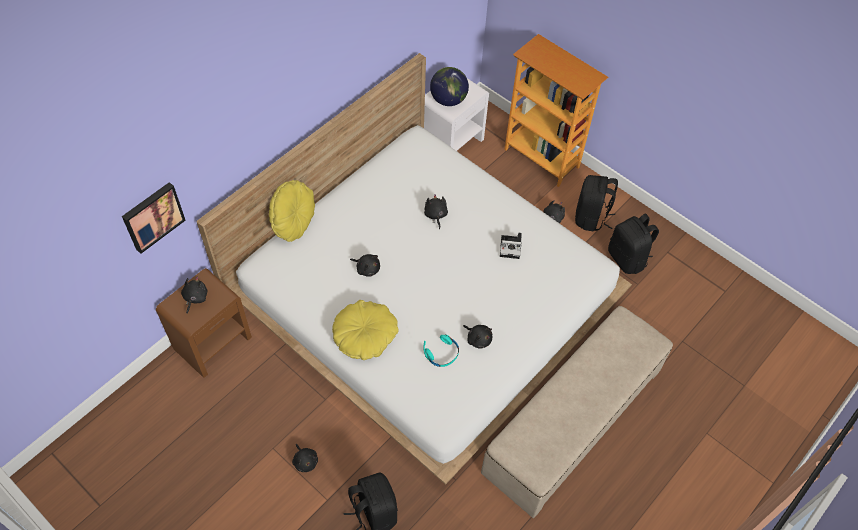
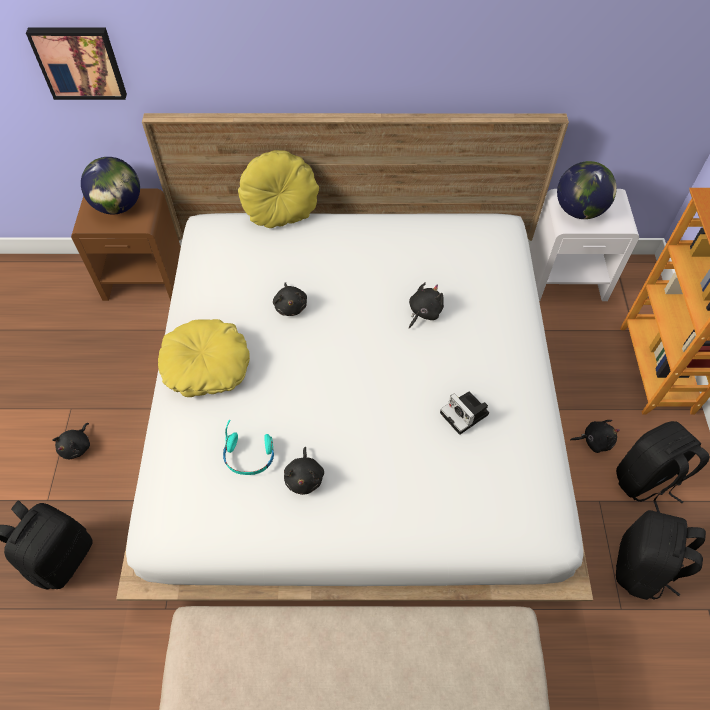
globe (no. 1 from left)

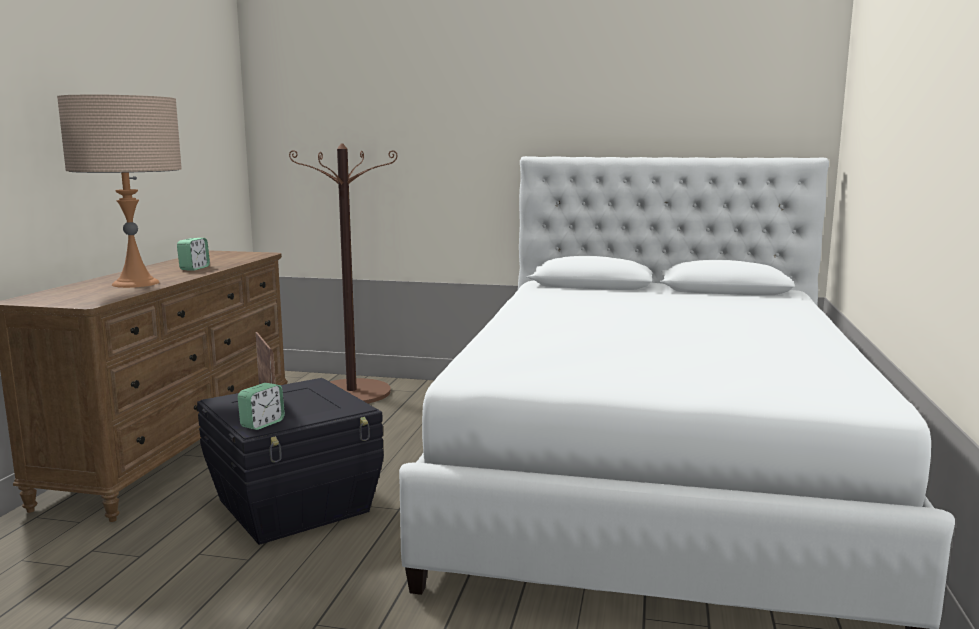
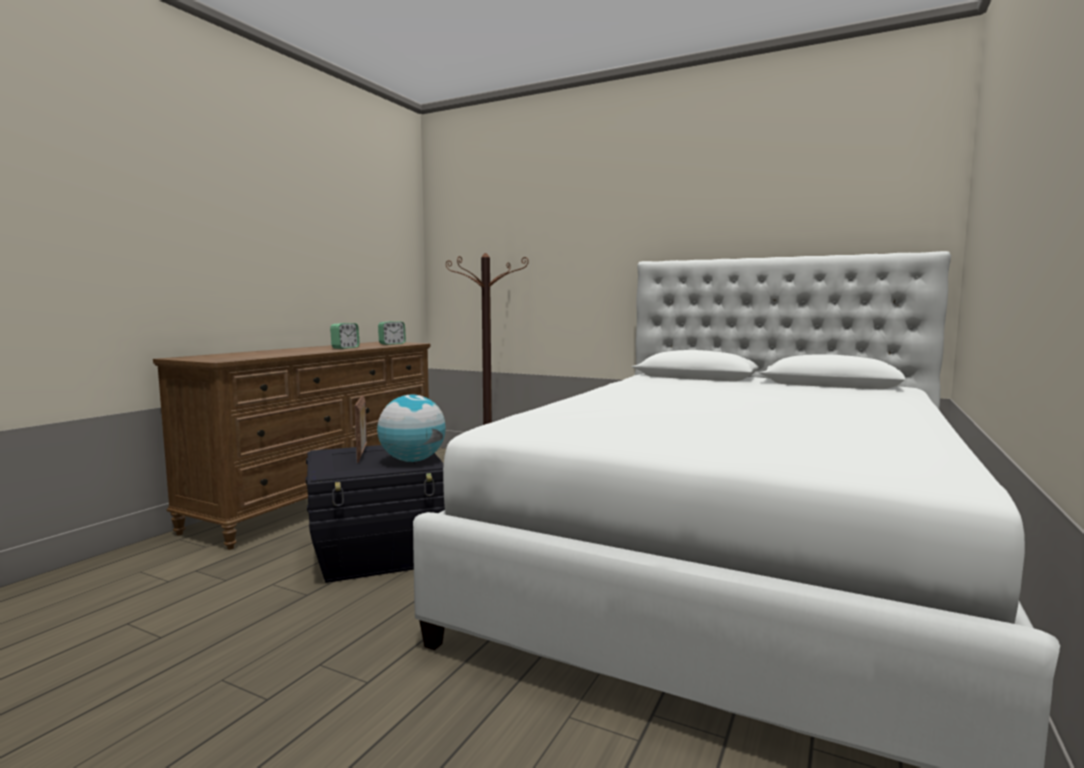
beige table lamp; alarm clock (no. 2 from left); globe

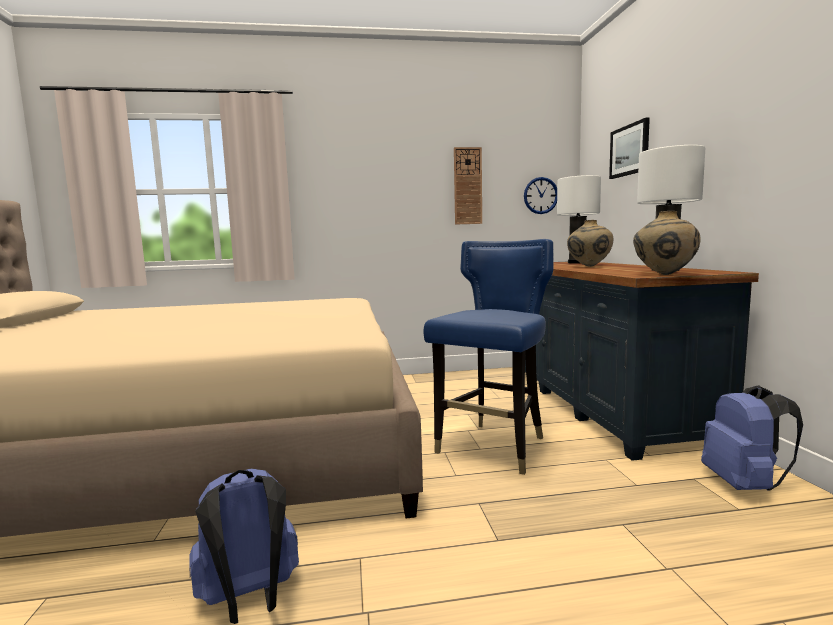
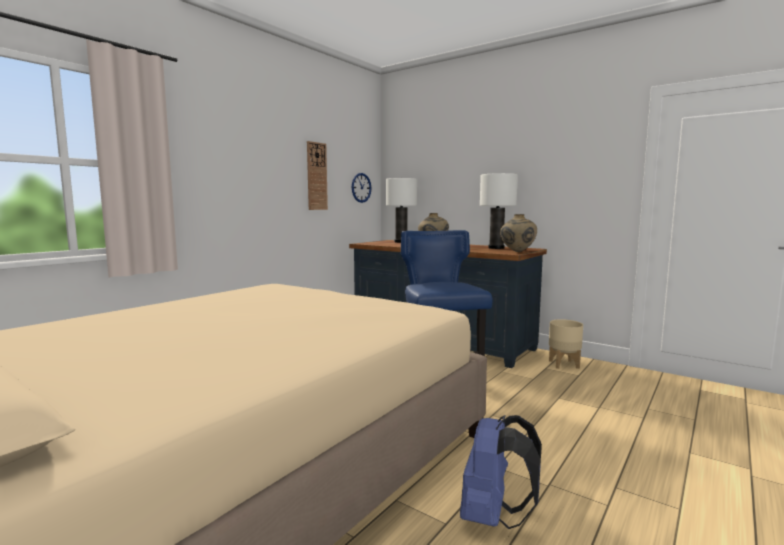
picture; beige planter

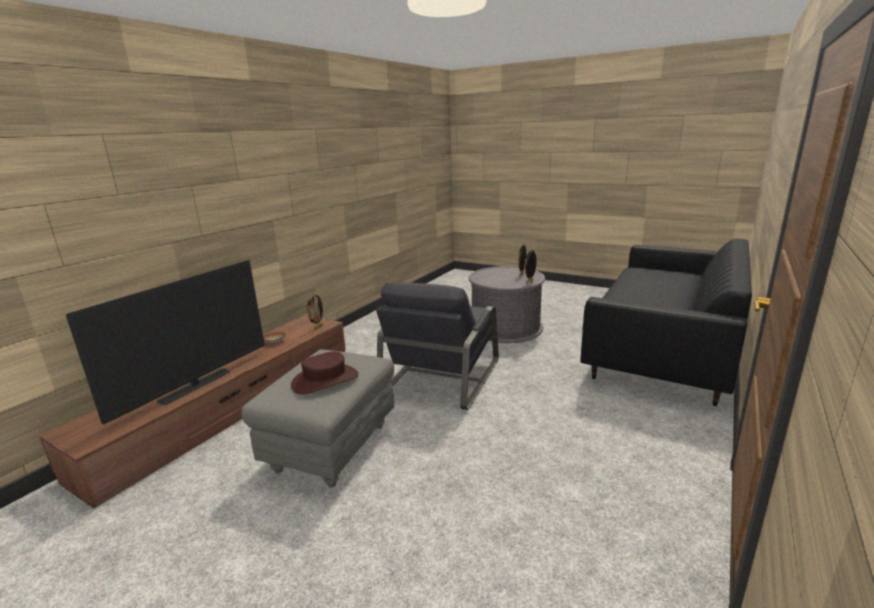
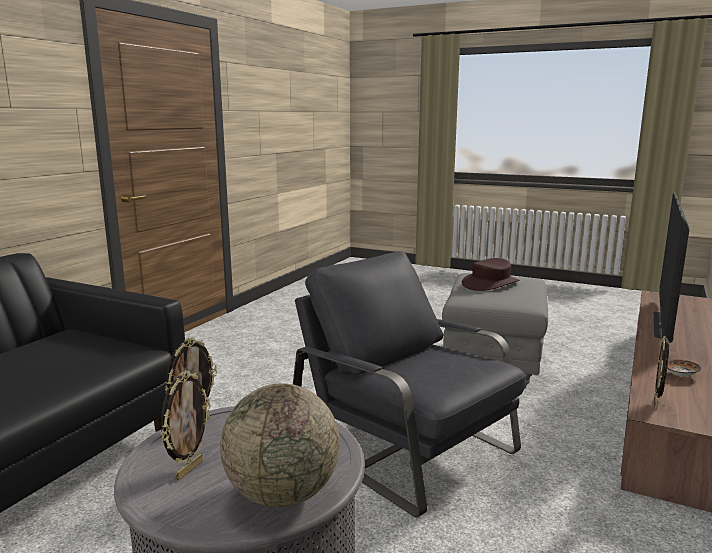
grey armchair; globe

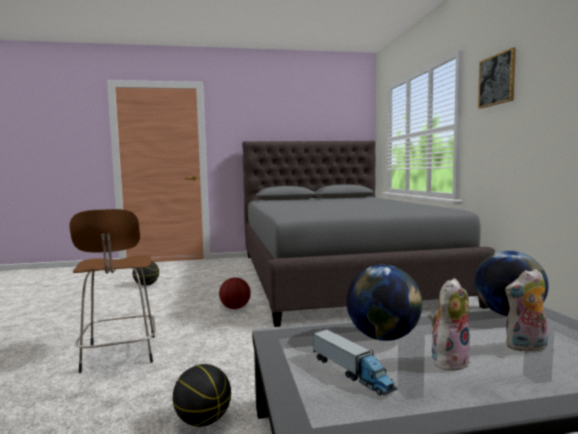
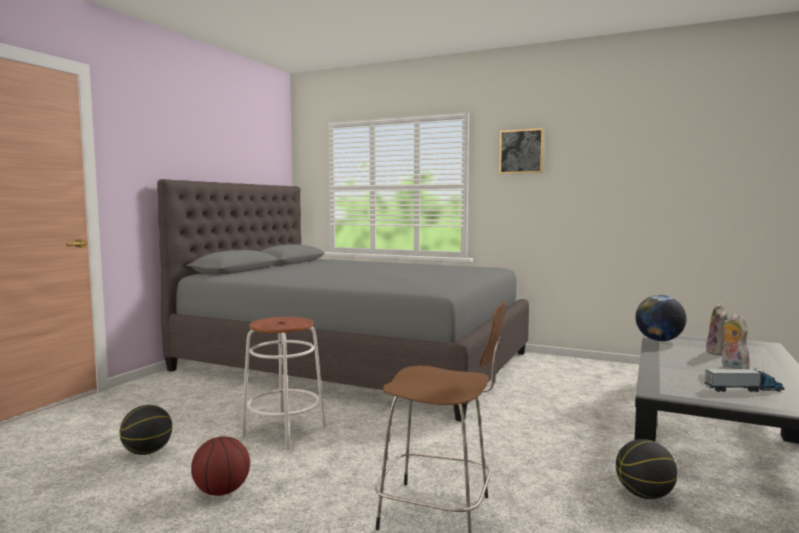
basketball (no. 2 from left); globe (no. 1 from left in the first image); white stool

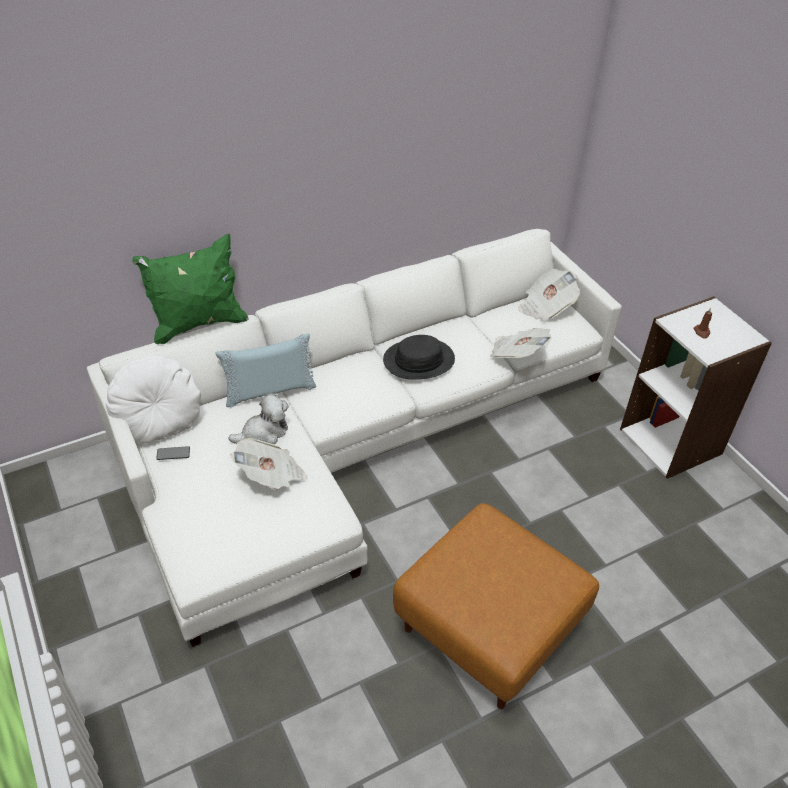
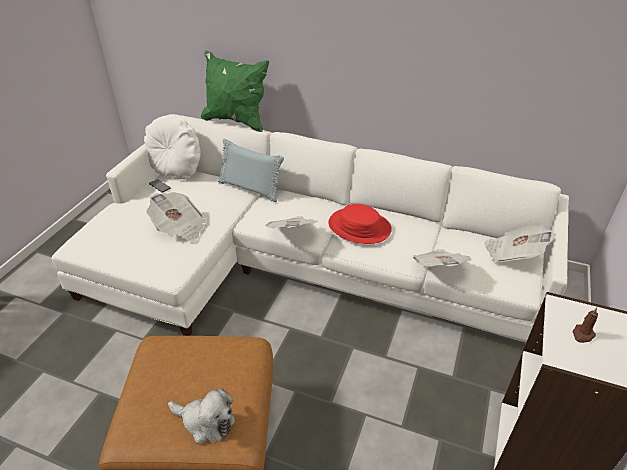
plush toy; red hat; newspaper (no. 2 from left)

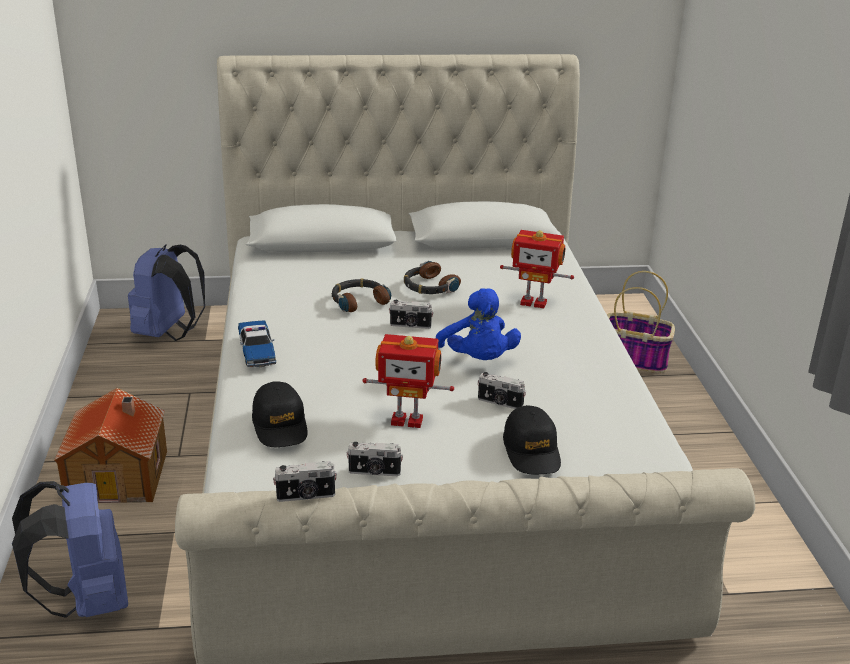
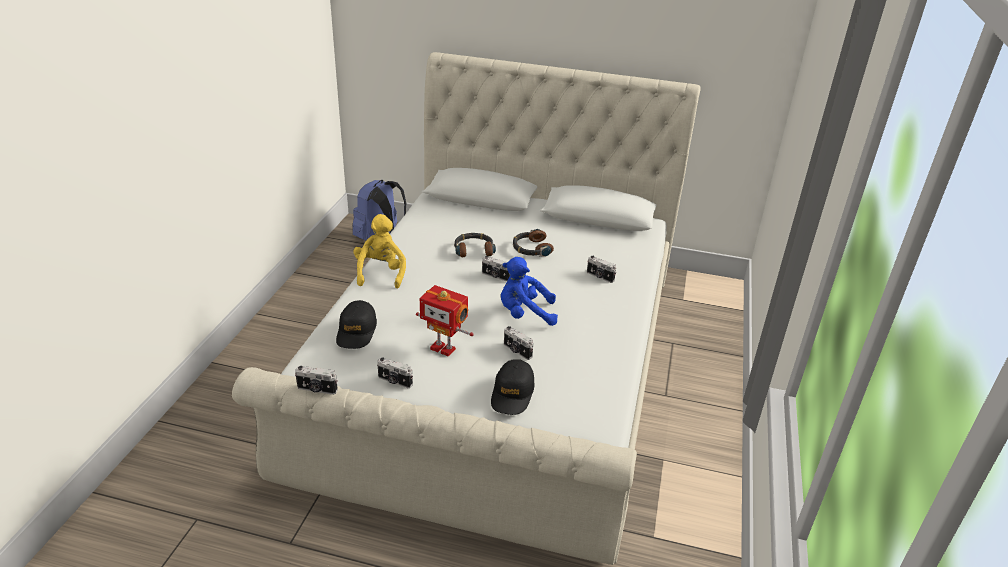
blue backpack (no. 1 from left in the first image); toy house; yellow plush toy; blue plush toy; photo camera (no. 5 from left); basket

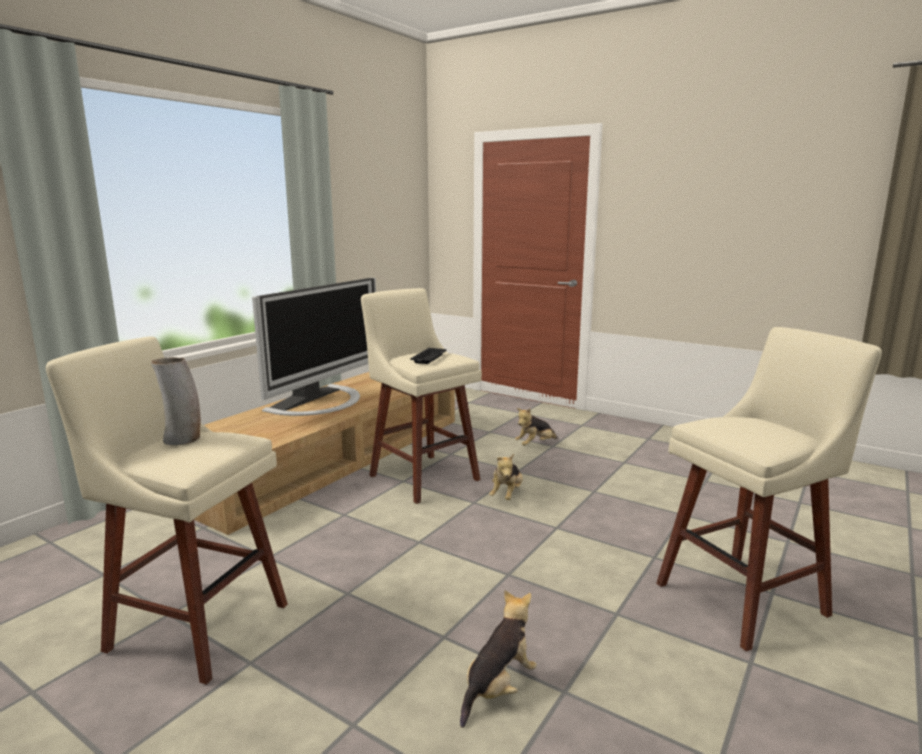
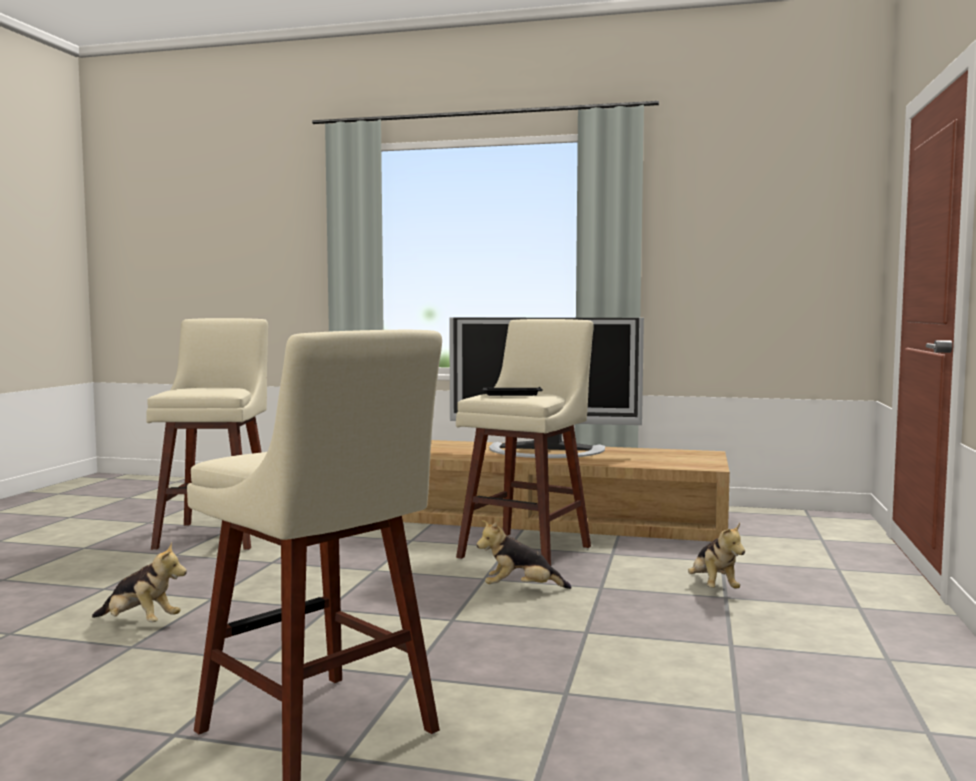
vase; plush toy (no. 3 from left)

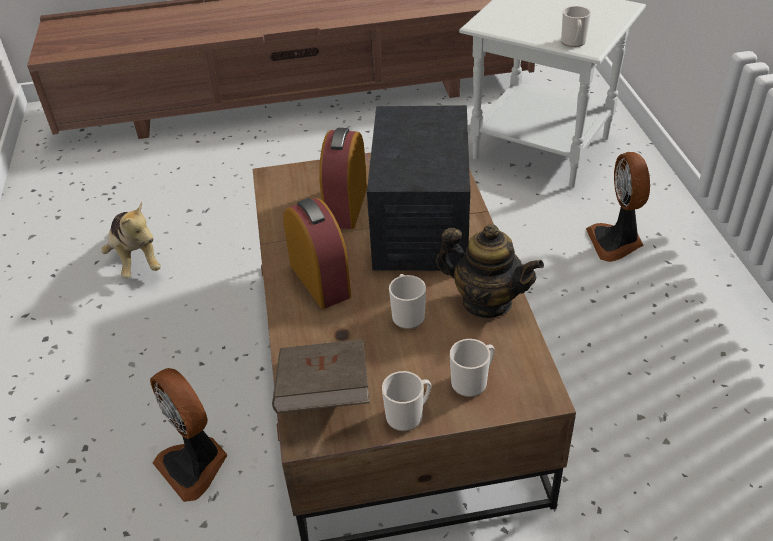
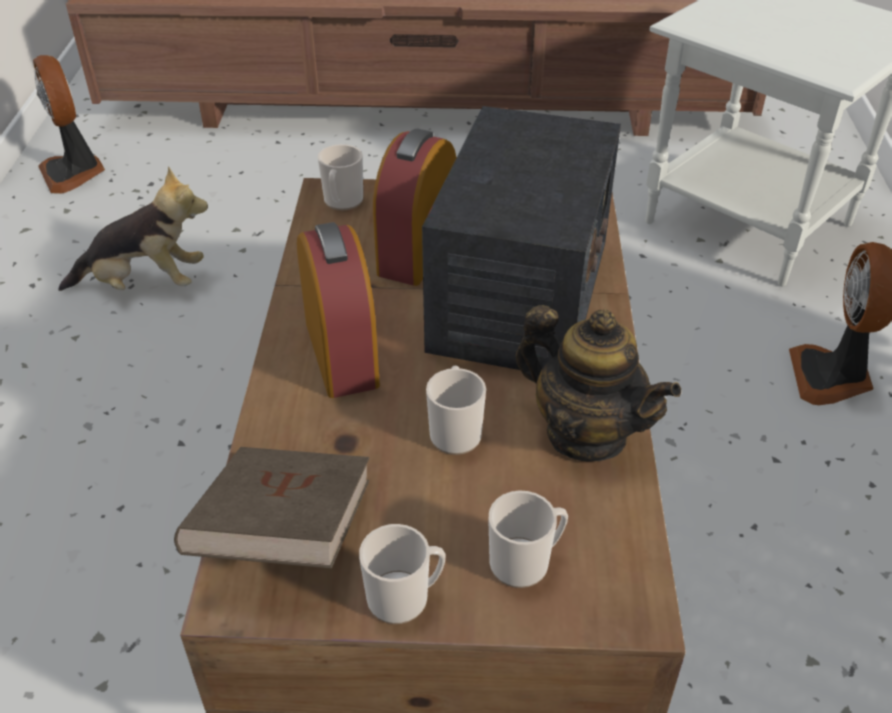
plush toy; fan (no. 1 from left); mug (no. 1 from left)

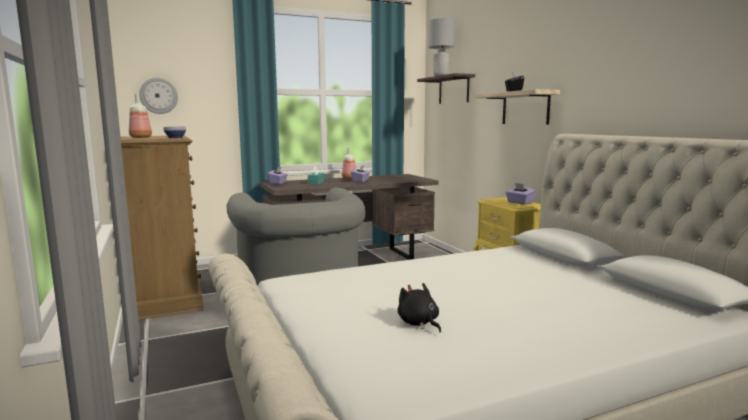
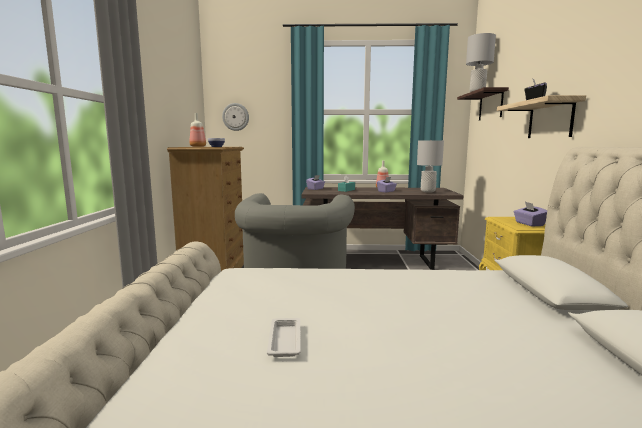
white tray; grey table lamp (no. 1 from left)

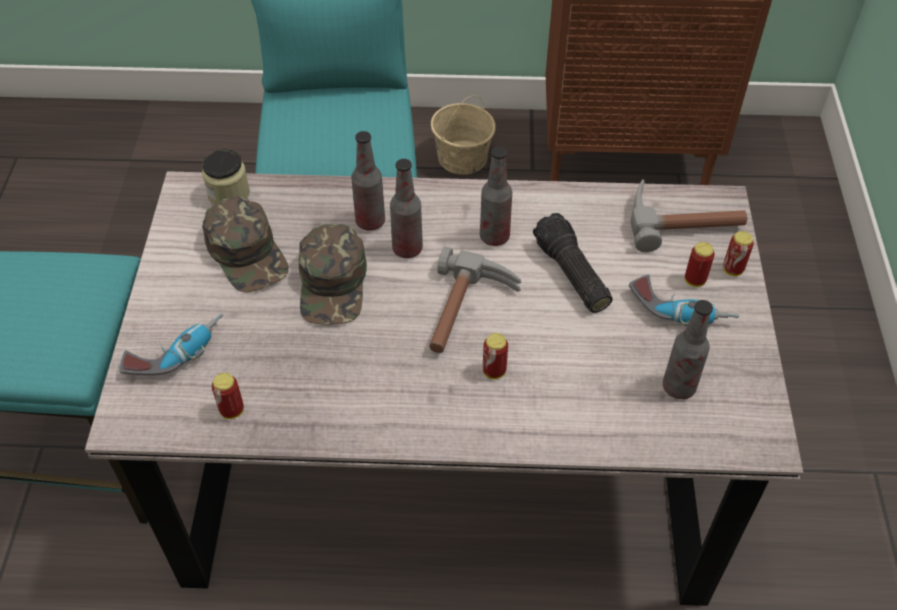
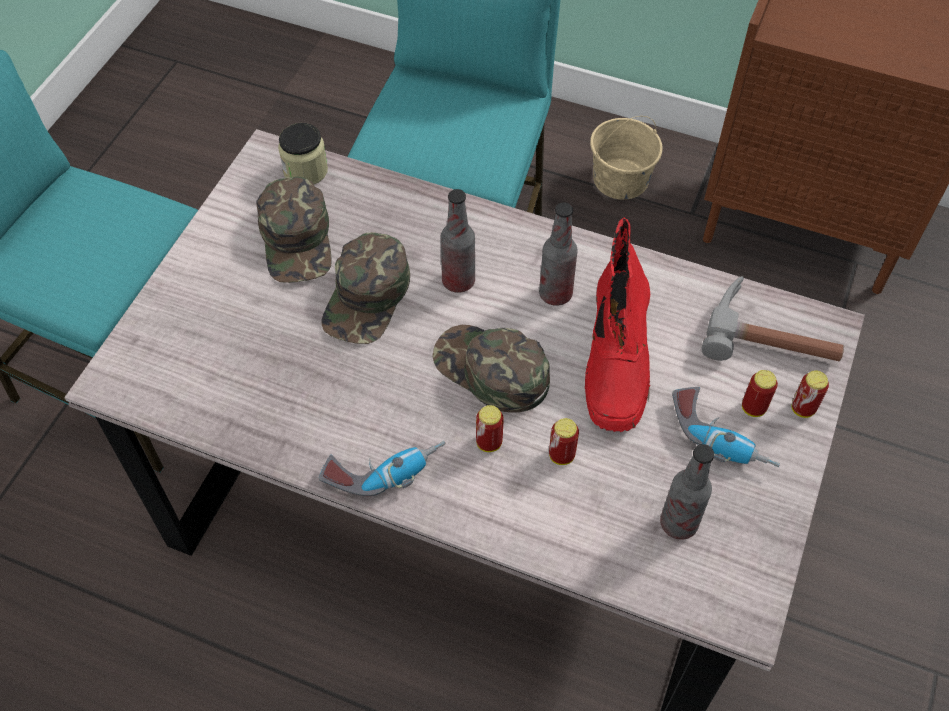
power drill (no. 1 from left); can (no. 2 from left); bottle (no. 1 from left in the first image); green cap (no. 3 from left); red boot

